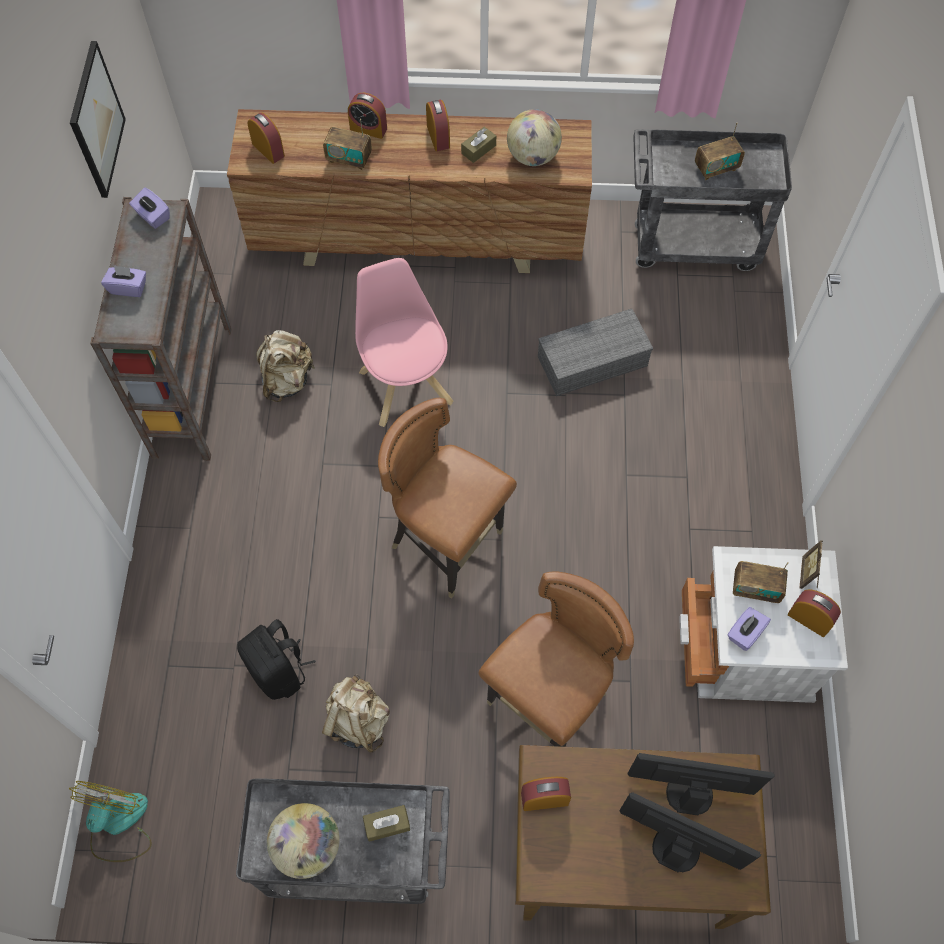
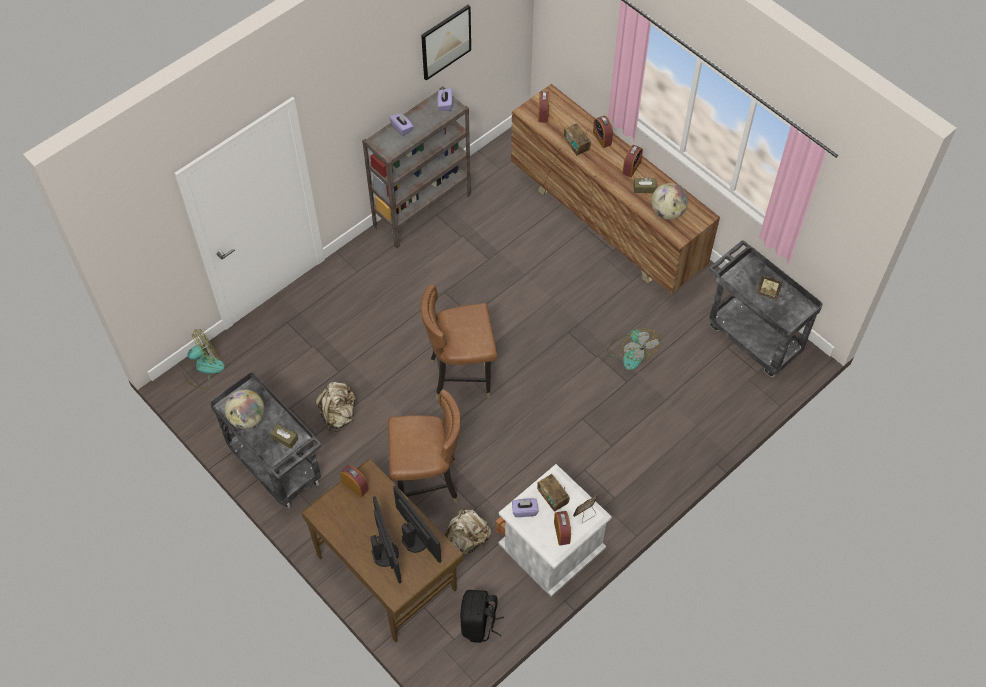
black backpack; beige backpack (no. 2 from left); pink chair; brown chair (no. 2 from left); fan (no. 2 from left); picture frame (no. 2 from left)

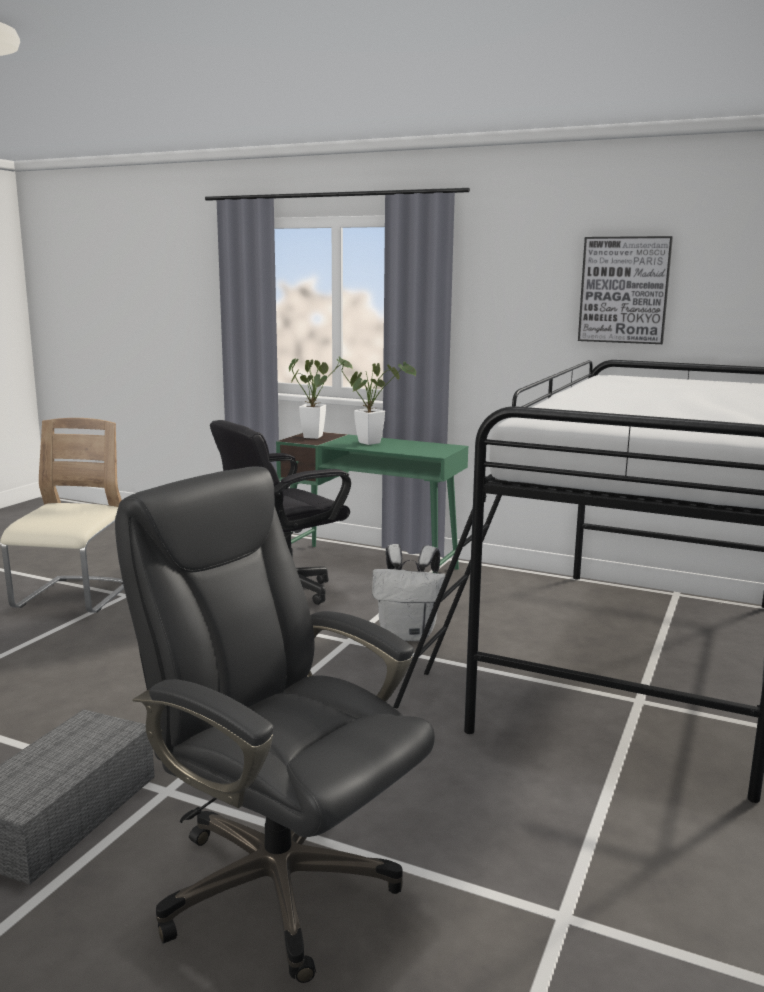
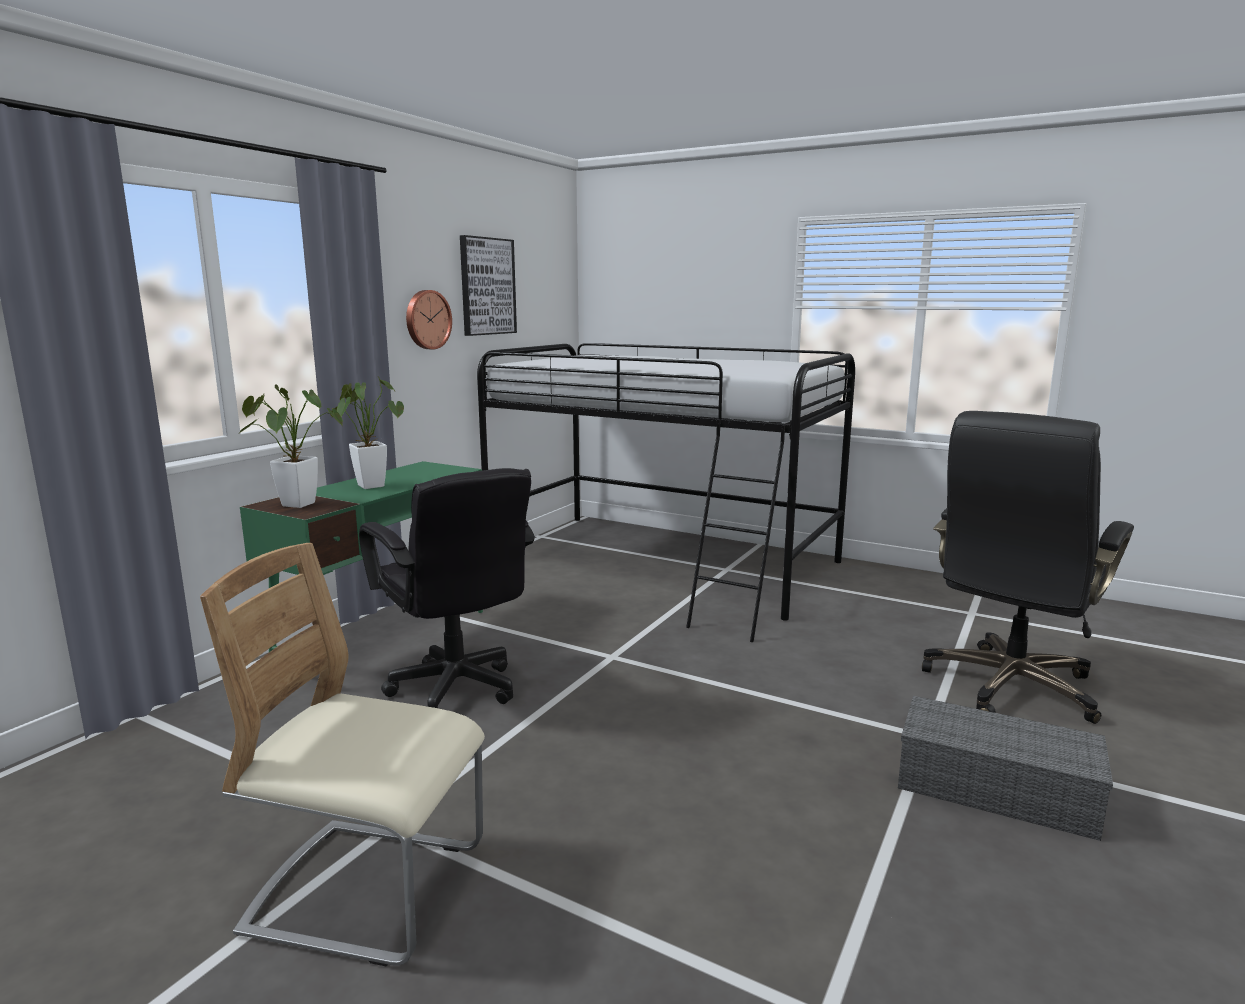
white backpack; wall clock

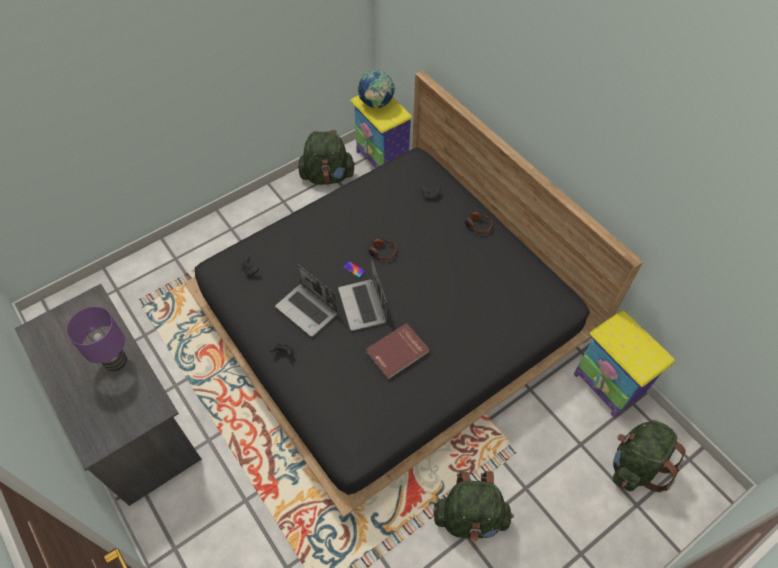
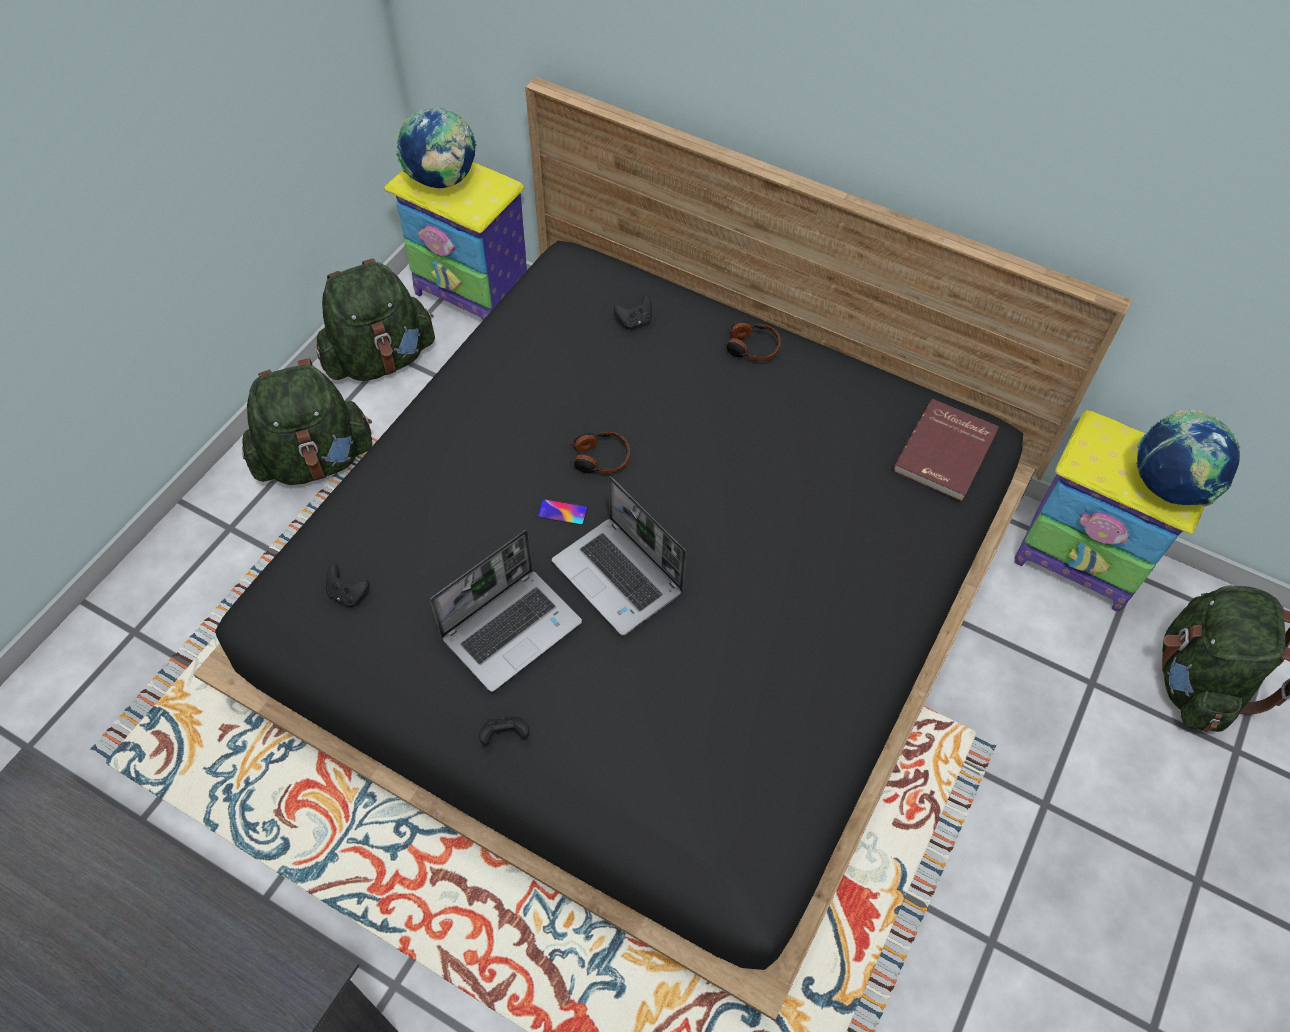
purple table lamp; laptop (no. 1 from left); red book; green backpack (no. 1 from left); globe (no. 2 from left)

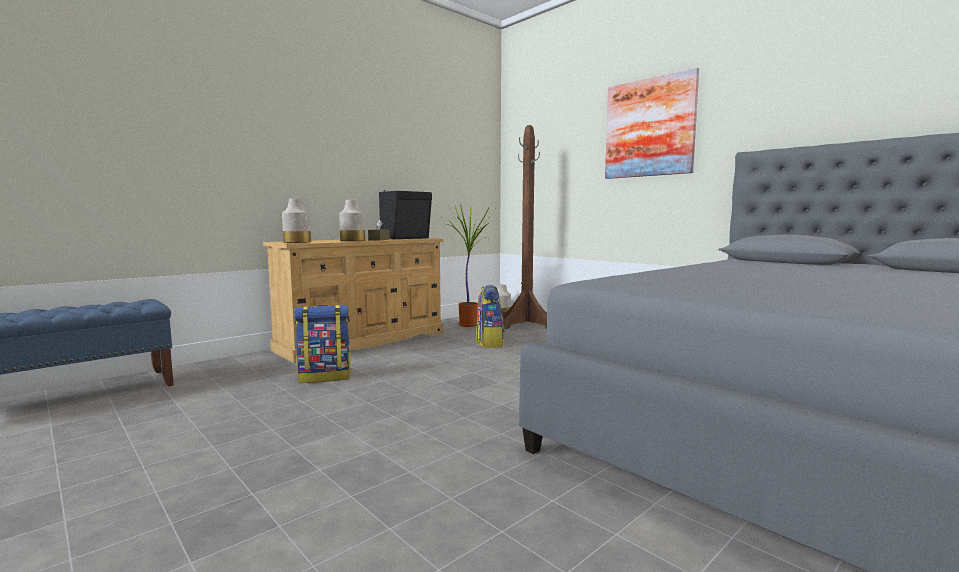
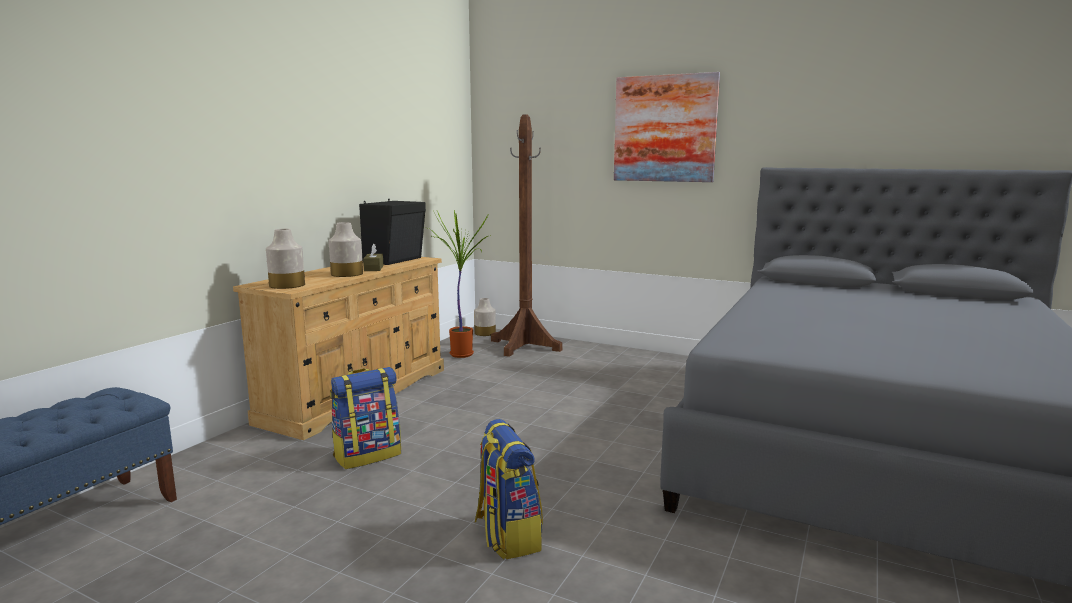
backpack (no. 2 from left)

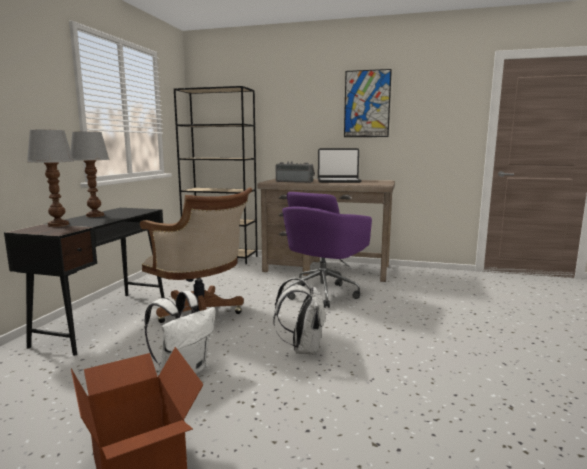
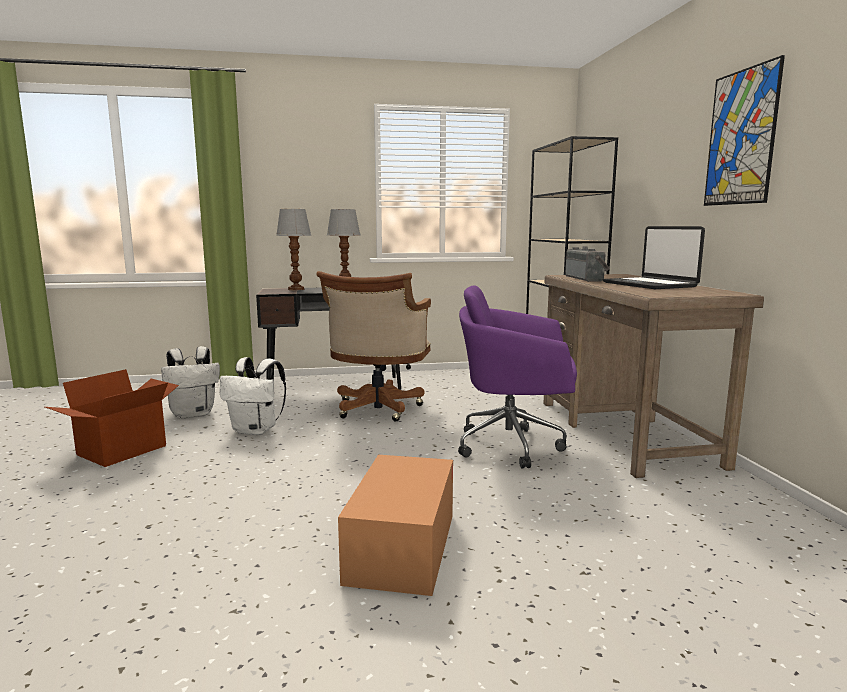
white backpack (no. 1 from left); cardboard box (no. 2 from left)

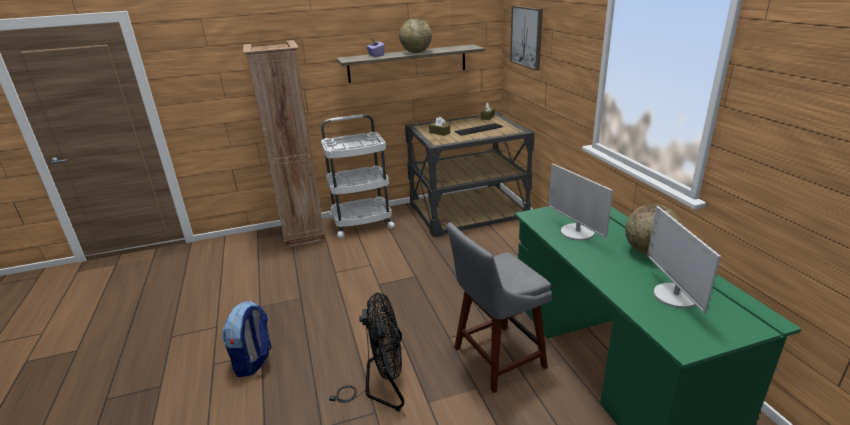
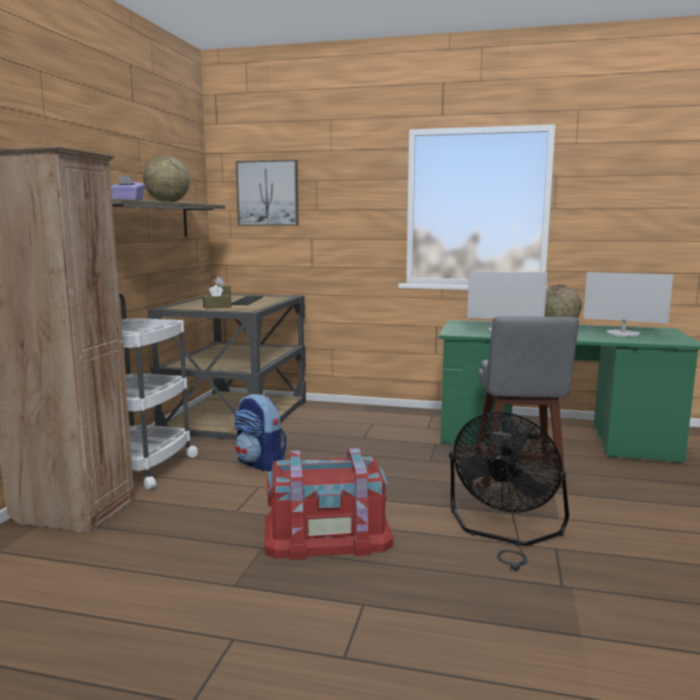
backpack; red storage box

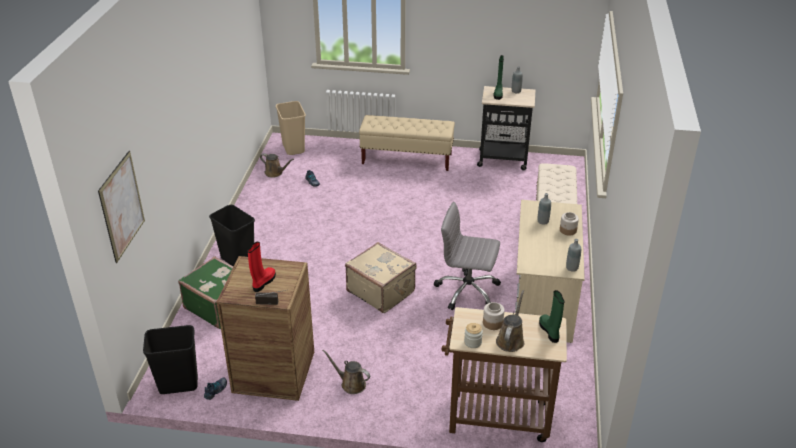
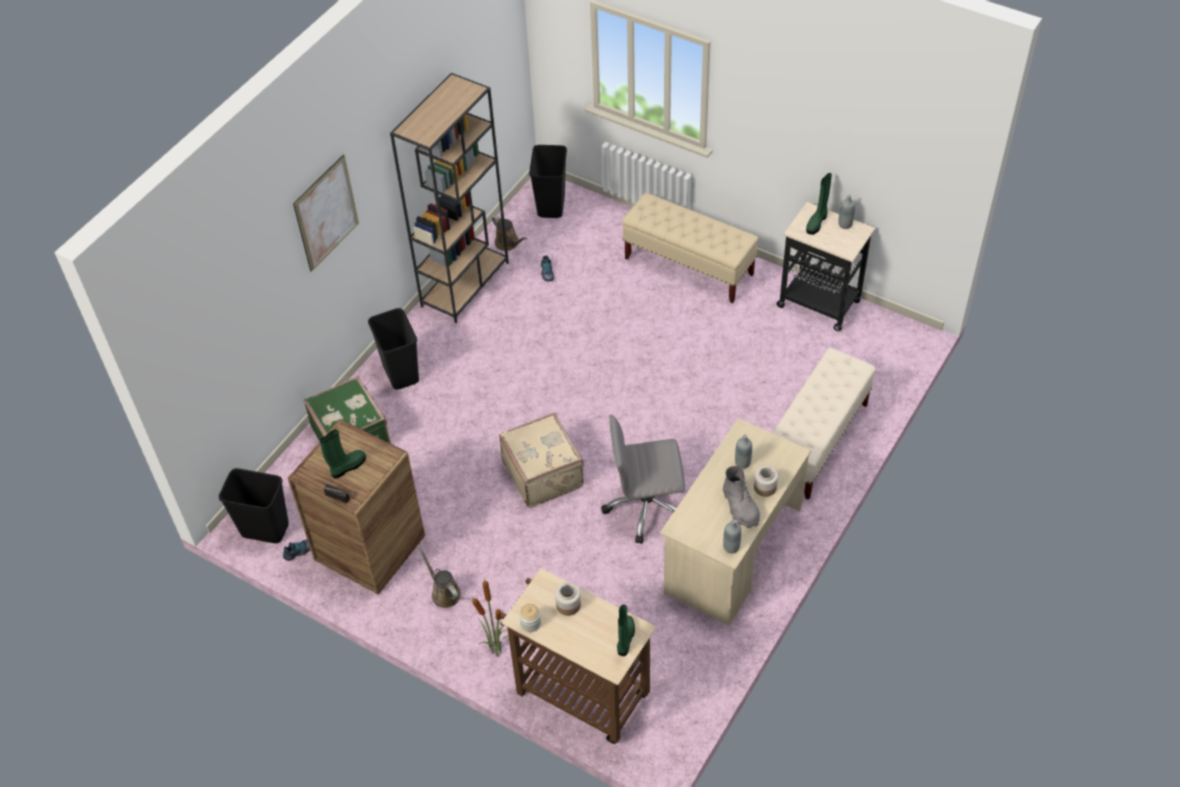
picture; green boot (no. 1 from left); black trash can (no. 3 from left); grey office chair; brown watering can (no. 3 from left in the first image); bookcase; potted plant; grey boot

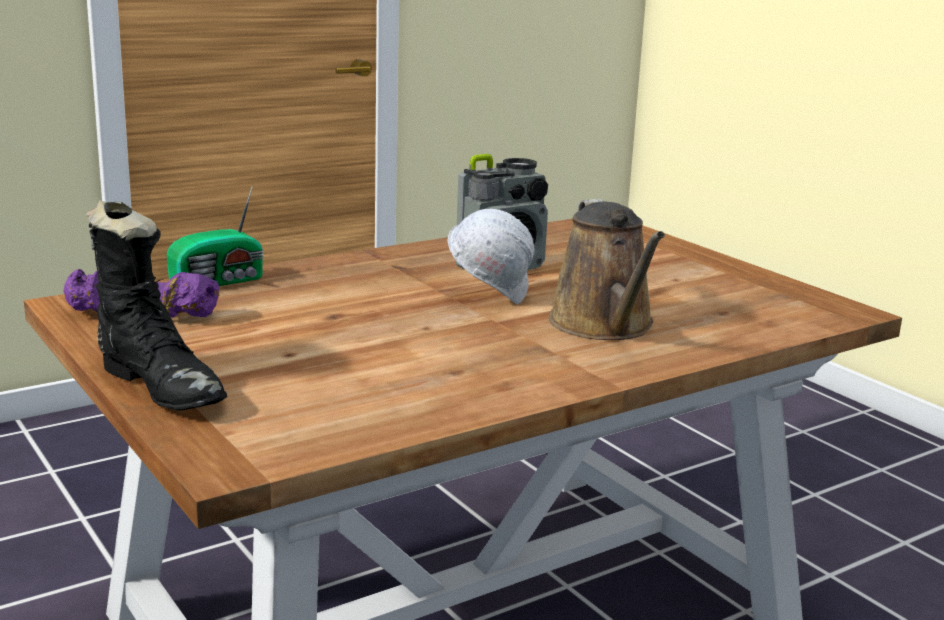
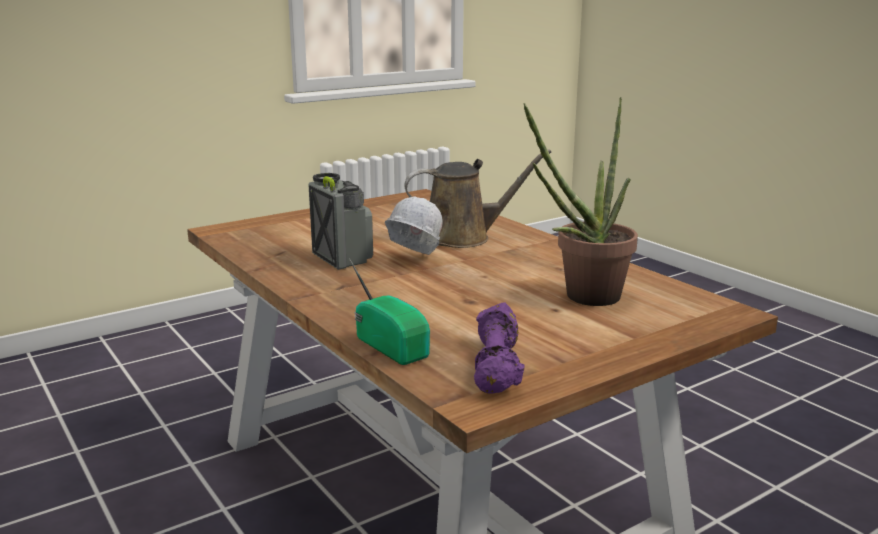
black boot; potted plant

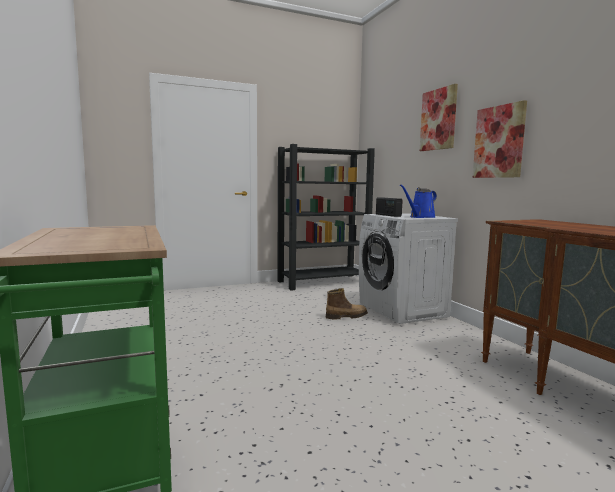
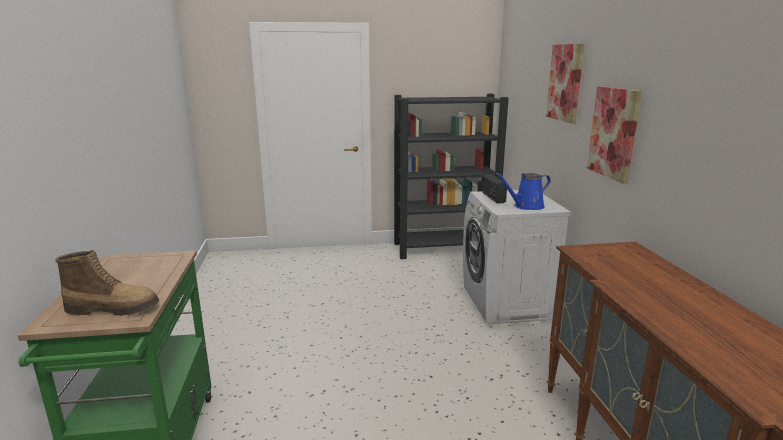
boot

